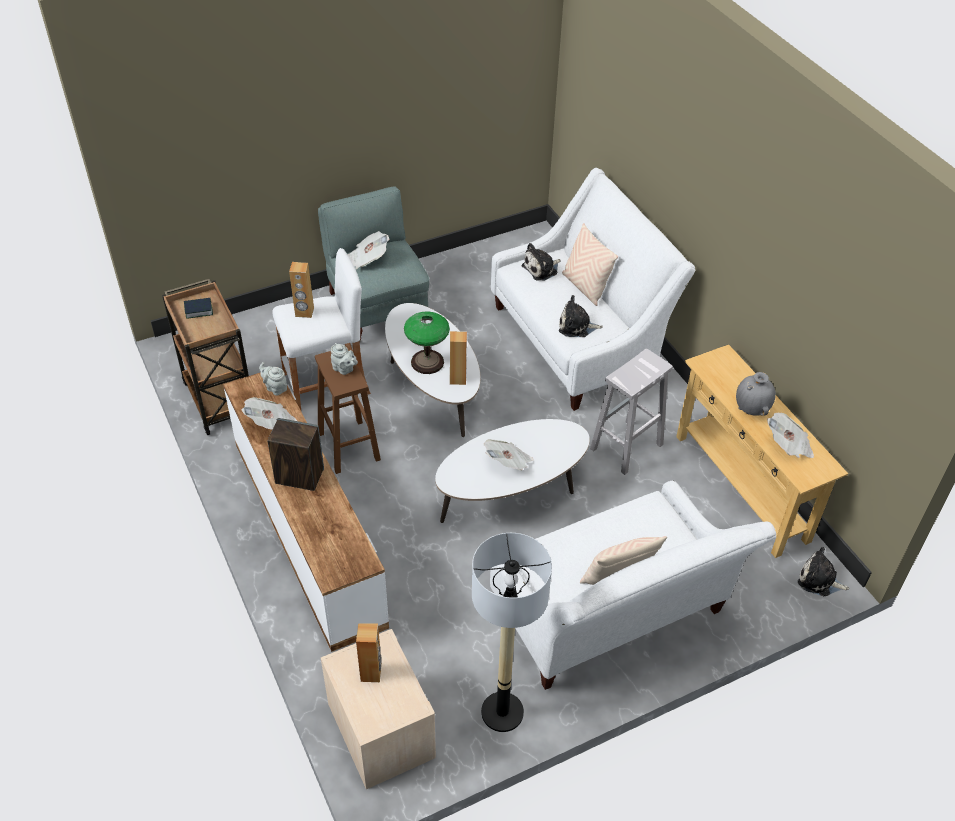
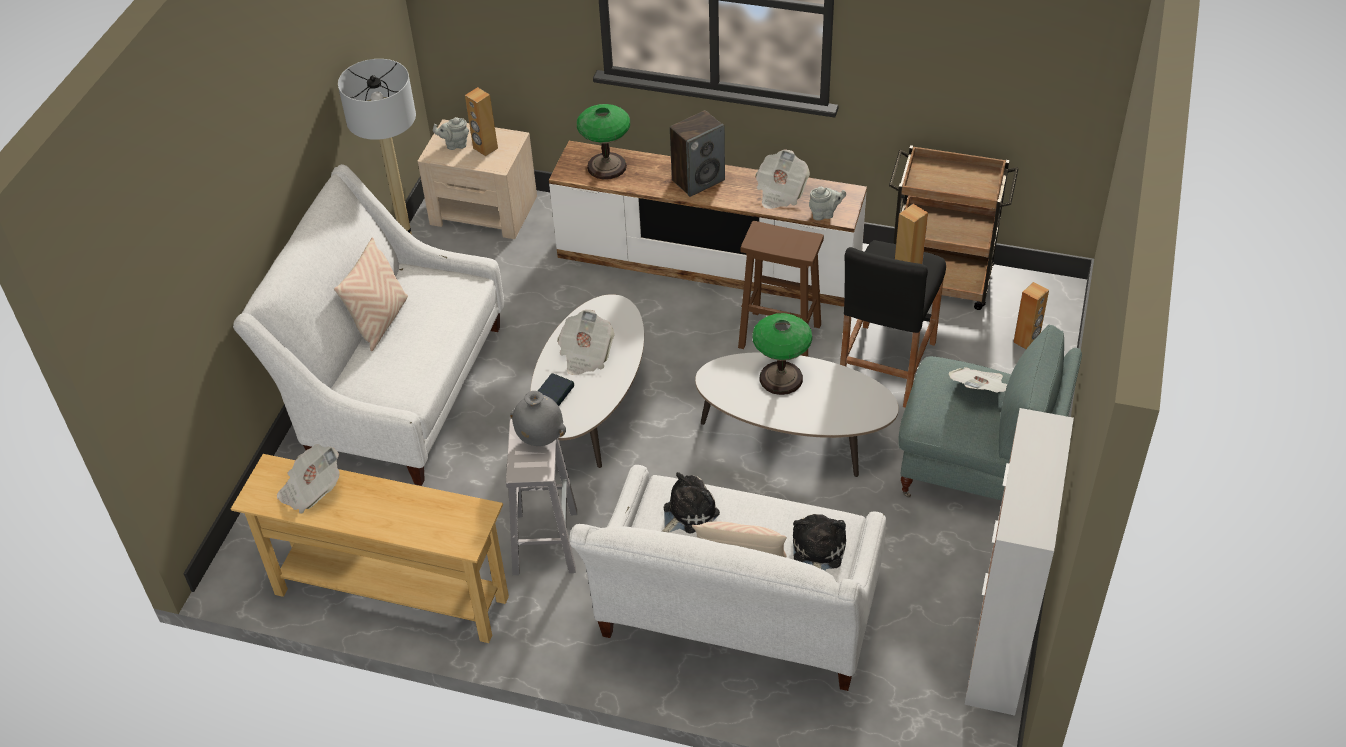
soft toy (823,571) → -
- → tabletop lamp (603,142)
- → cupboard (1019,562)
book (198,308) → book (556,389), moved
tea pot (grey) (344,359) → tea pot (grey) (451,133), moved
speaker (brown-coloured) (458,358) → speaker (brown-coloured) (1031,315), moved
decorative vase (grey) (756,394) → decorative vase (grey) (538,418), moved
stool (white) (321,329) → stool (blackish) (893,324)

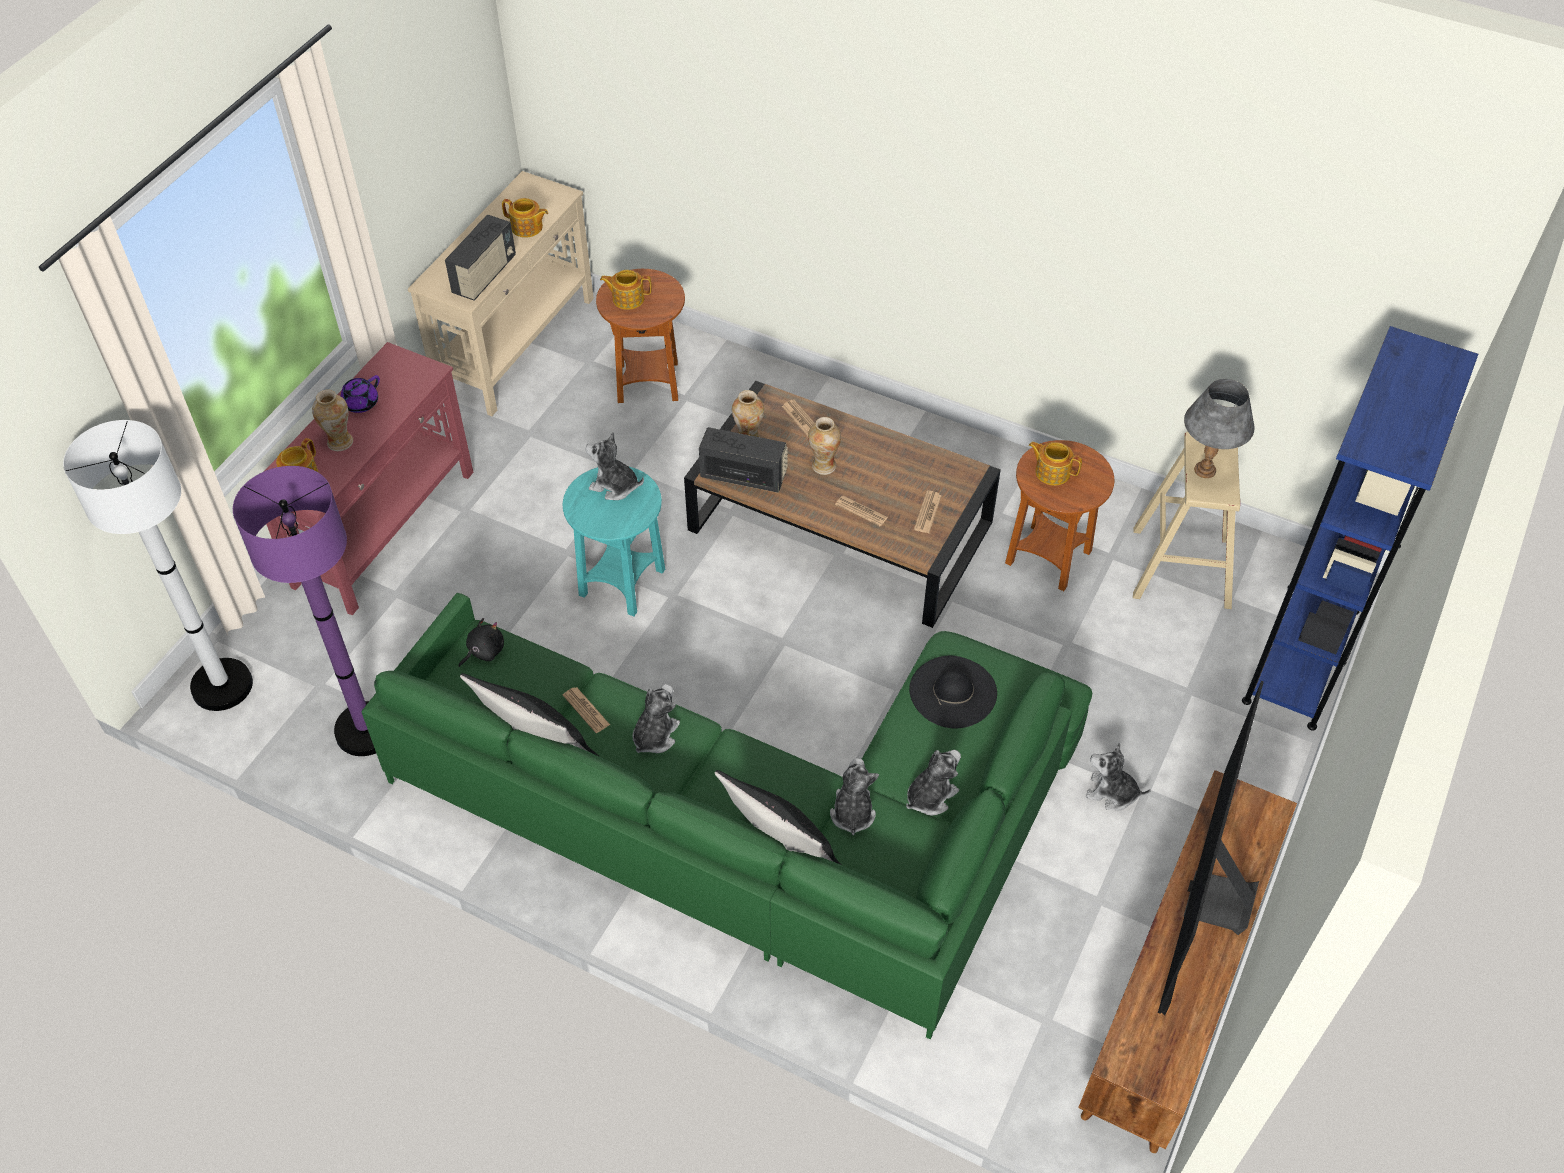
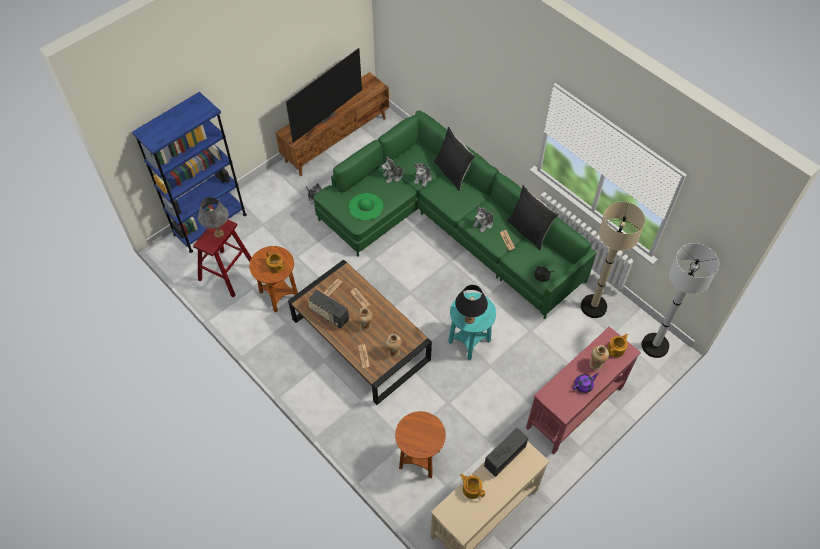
tea pot (626,290) → -
radio set (743,460) → radio set (328,309), moved
soft toy (615,466) → tabletop lamp (blackish) (471,304)
standing lamp (purplish) (304,611) → standing lamp (sand-coloured) (613,260)
clothing hat (blackish) (953,692) → clothing hat (green-coloured) (366,206)
stool (sand-coloured) (1186,520) → stool (red-coloured) (222,258)

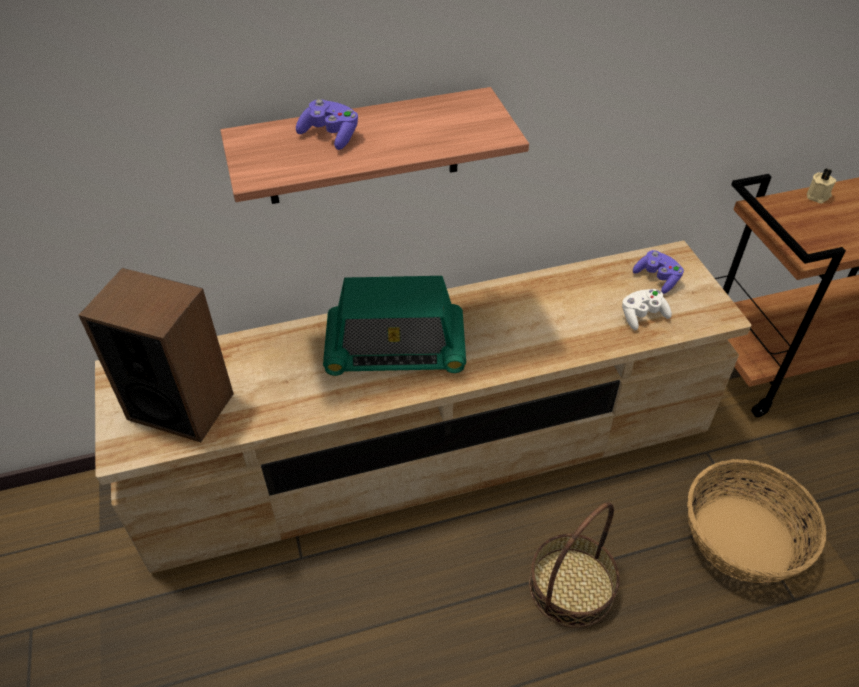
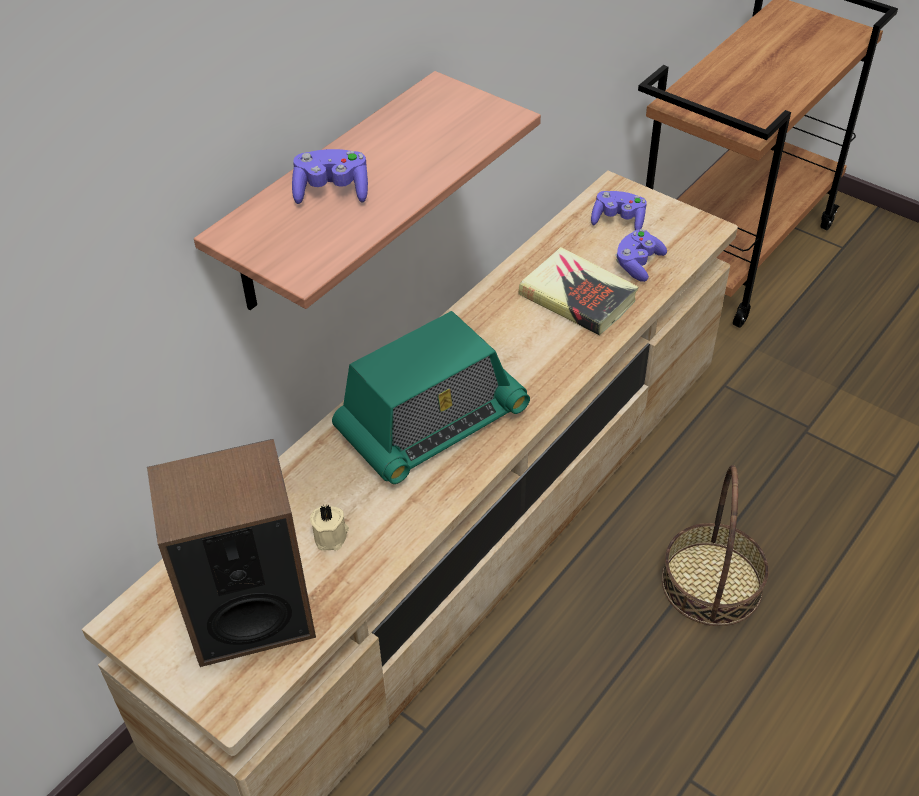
basket (756,521) → -
- → book (578,291)
candle (sand-coloured) (821,186) → candle (sand-coloured) (329,528), moved
joypad (white) (647,309) → joypad (purplish) (641,255)

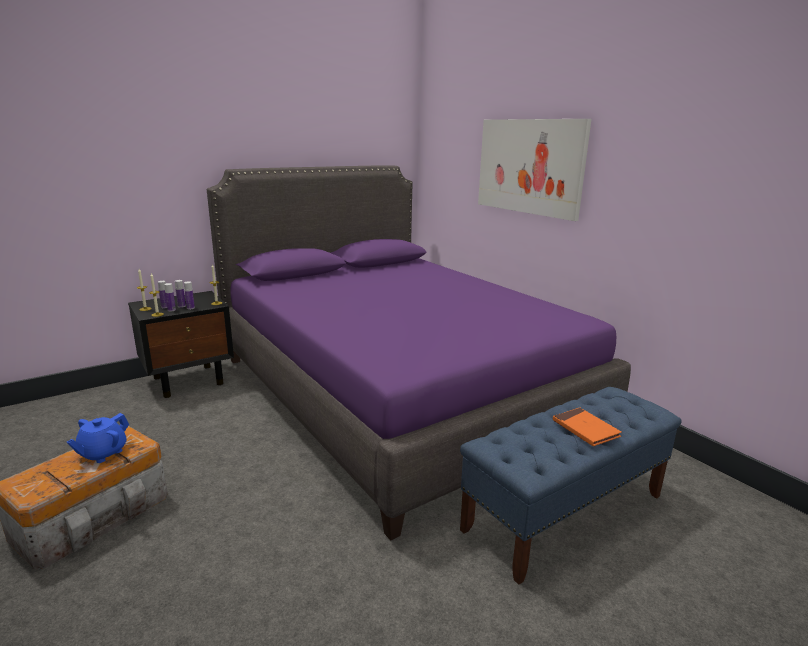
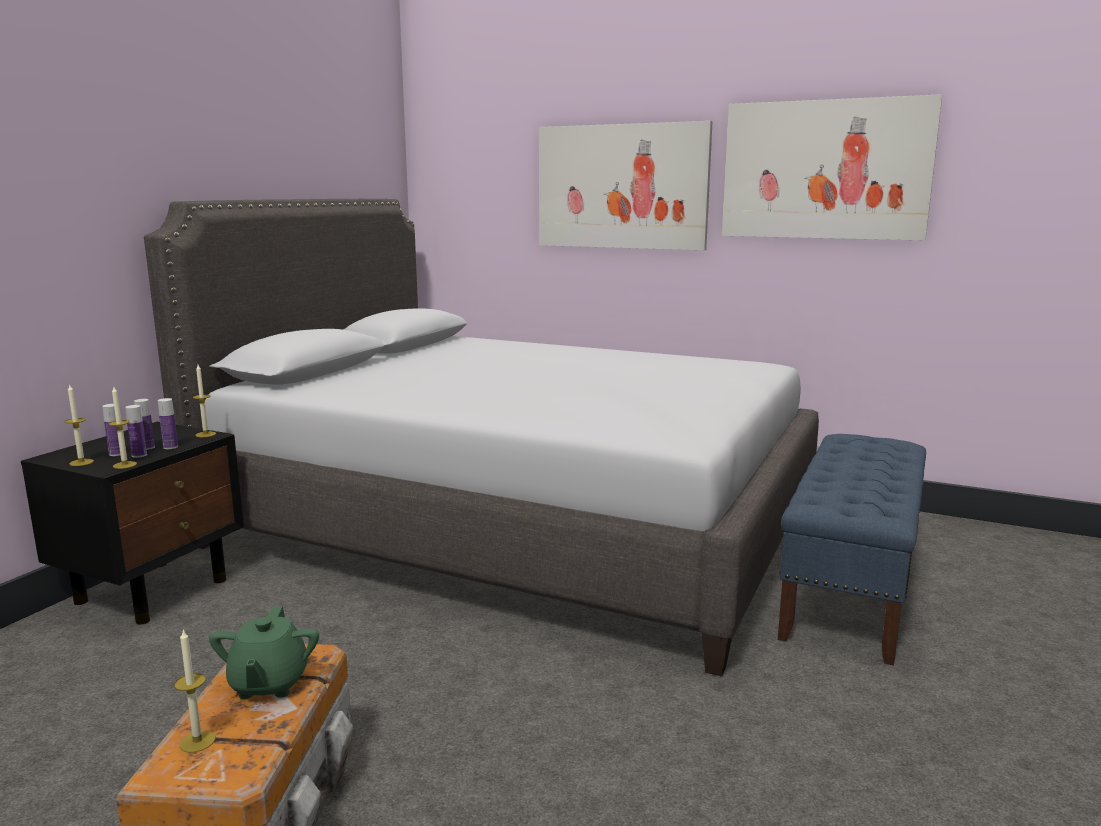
book (orangey) (587,427) → -
- → candle (194,691)
- → wall art (832,167)
tea pot (blue) (98,438) → tea pot (green-coloured) (264,652)
bedroom bed (purplish) (419,353) → bedroom bed (grey) (481,437)

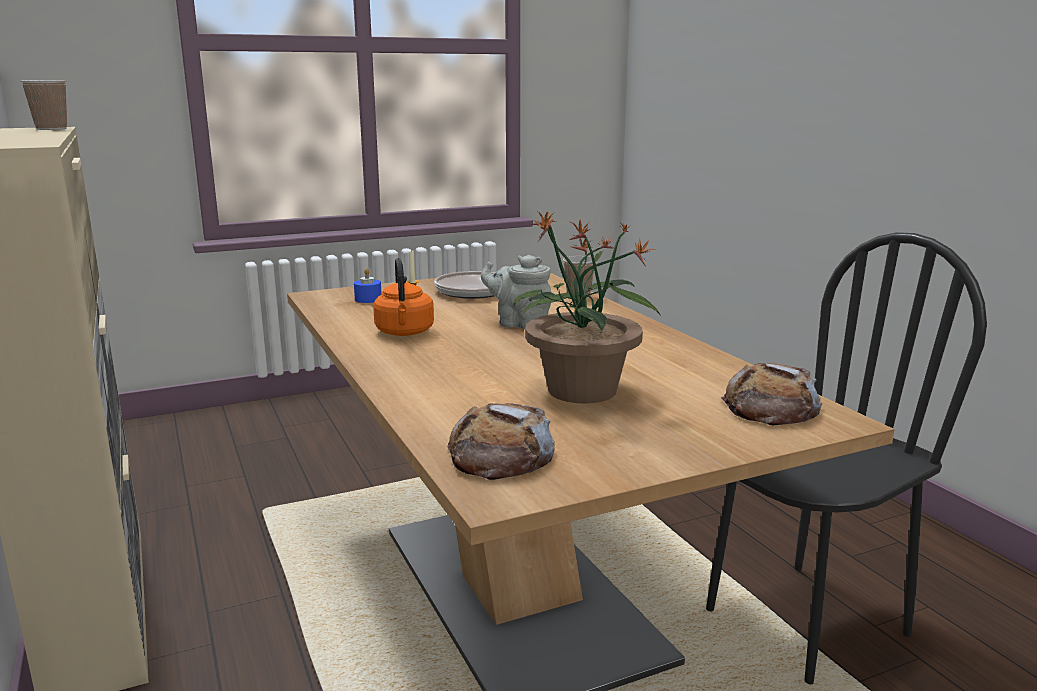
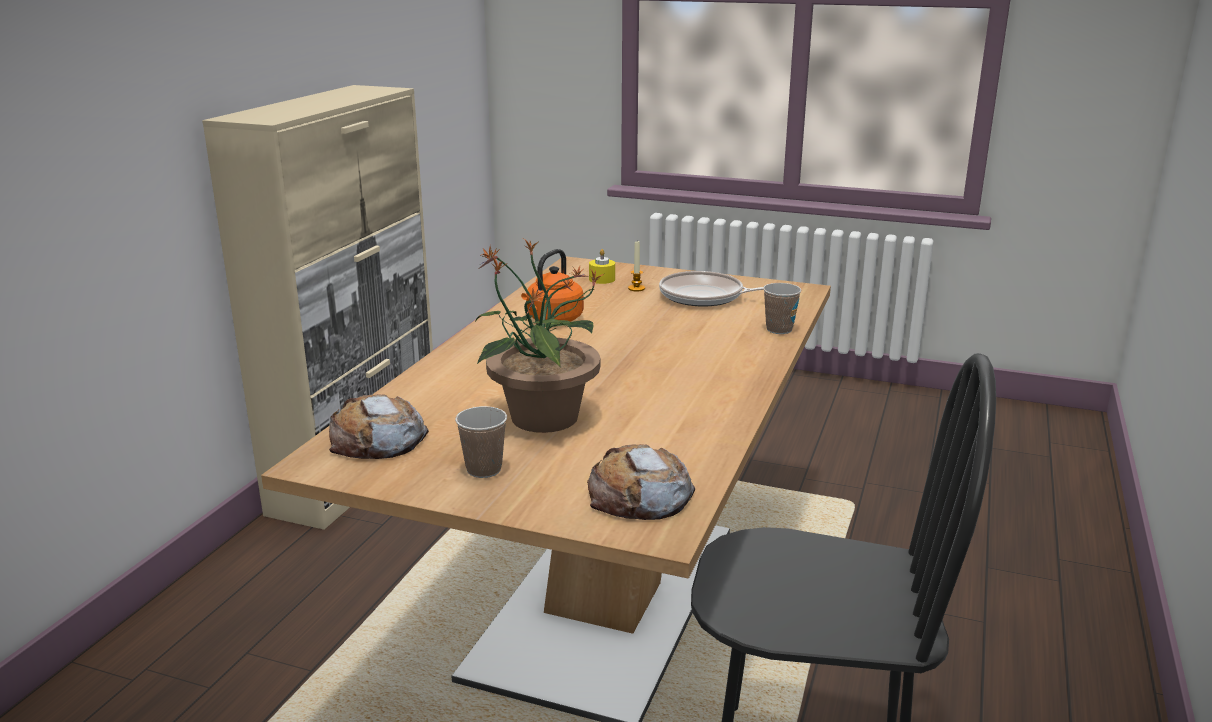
tea pot (grey) (516,292) → -
small cup (43,105) → small cup (481,442), moved
candle (blue) (368,285) → candle (yellowish) (602,266)

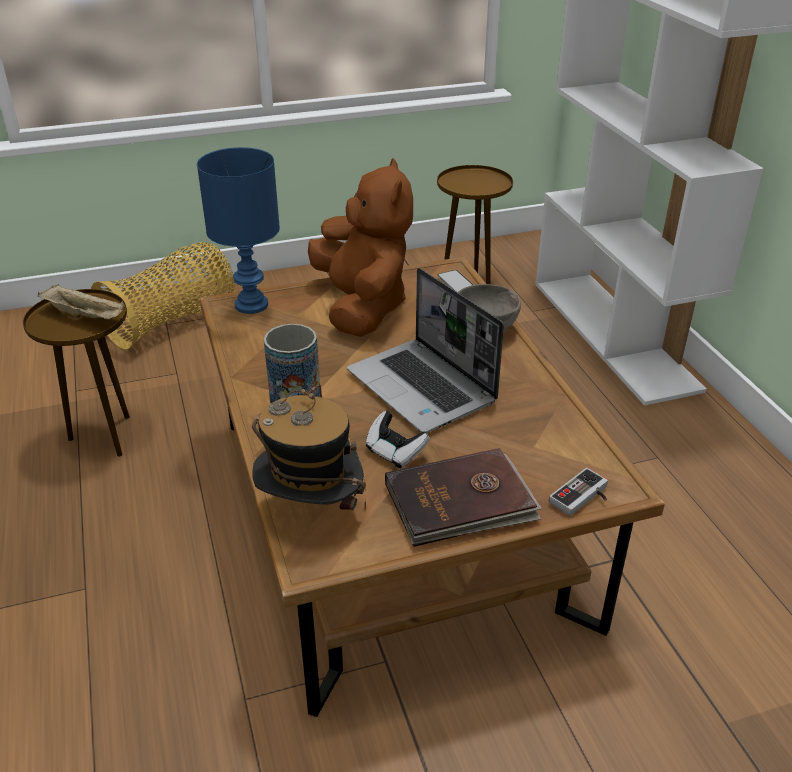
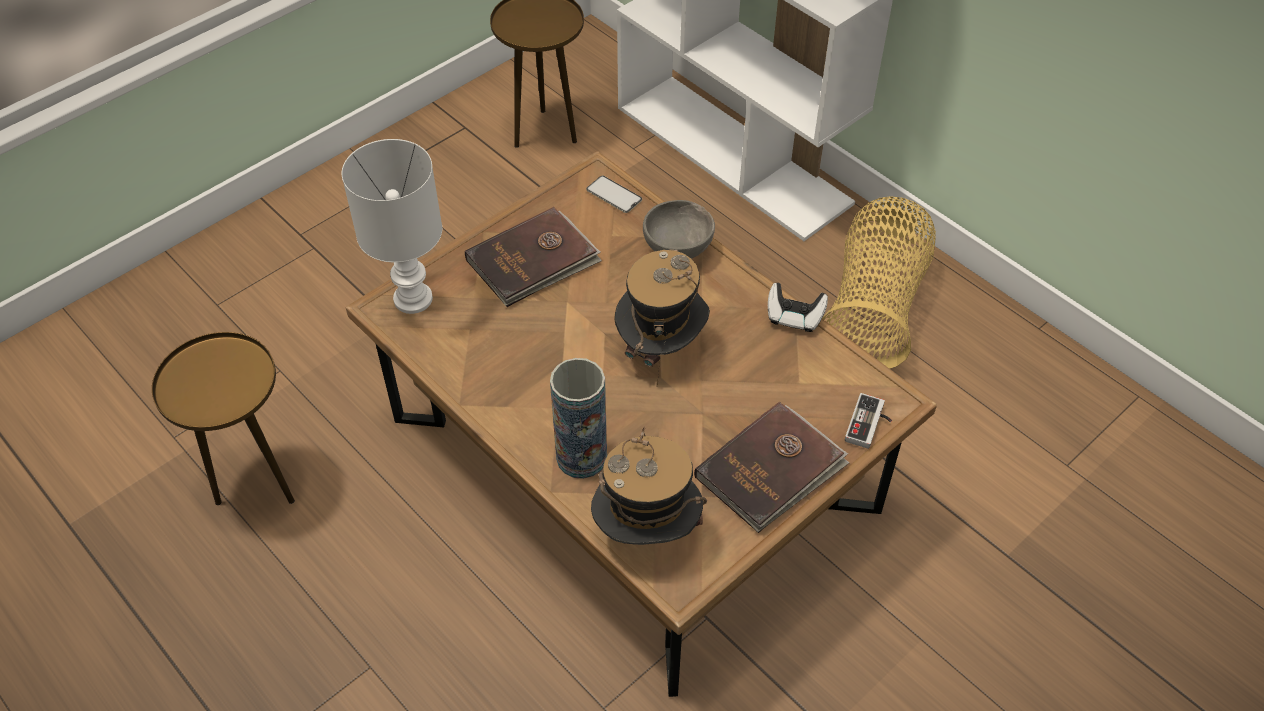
tray (sand-coloured) (81,301) → -
basket (163,295) → basket (879,282), moved
joypad (398,439) → joypad (798,307), moved
soft toy (brown-coloured) (360,247) → book (brown-coloured) (533,257)
laptop (425,350) → clothing hat (662,317)
tabletop lamp (blue) (238,230) → tabletop lamp (white) (392,226)

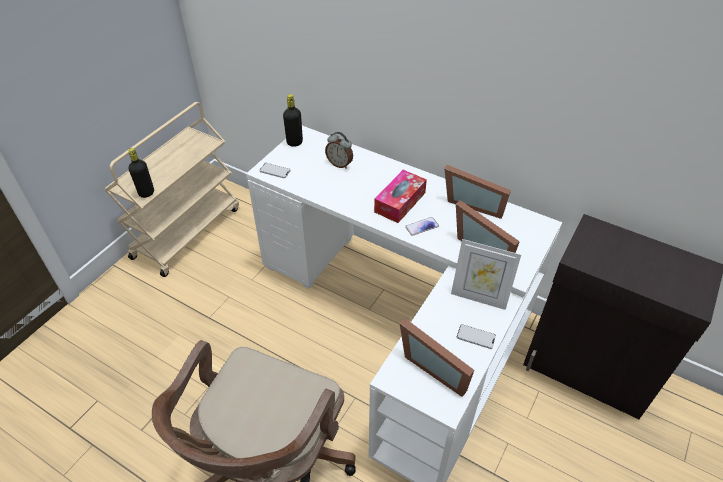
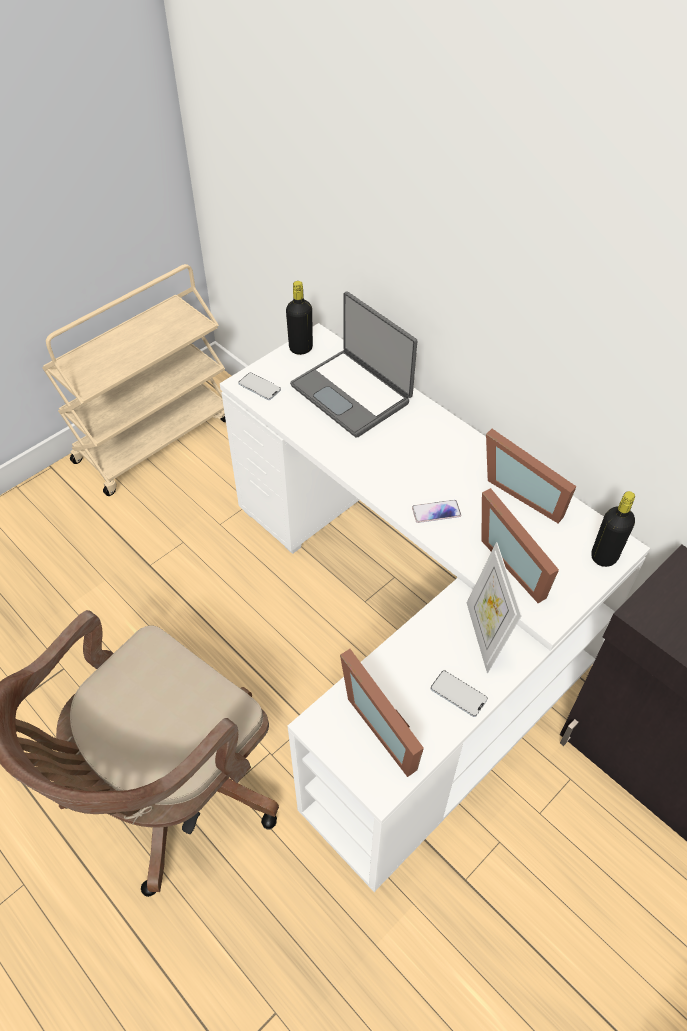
tissue holder (400,196) → -
drink bottle (blackish) (141,173) → drink bottle (blackish) (613,529), moved
table clock (339,150) → laptop (353,364)
photo frame (486,274) → photo frame (494,607), 45 degrees clockwise

